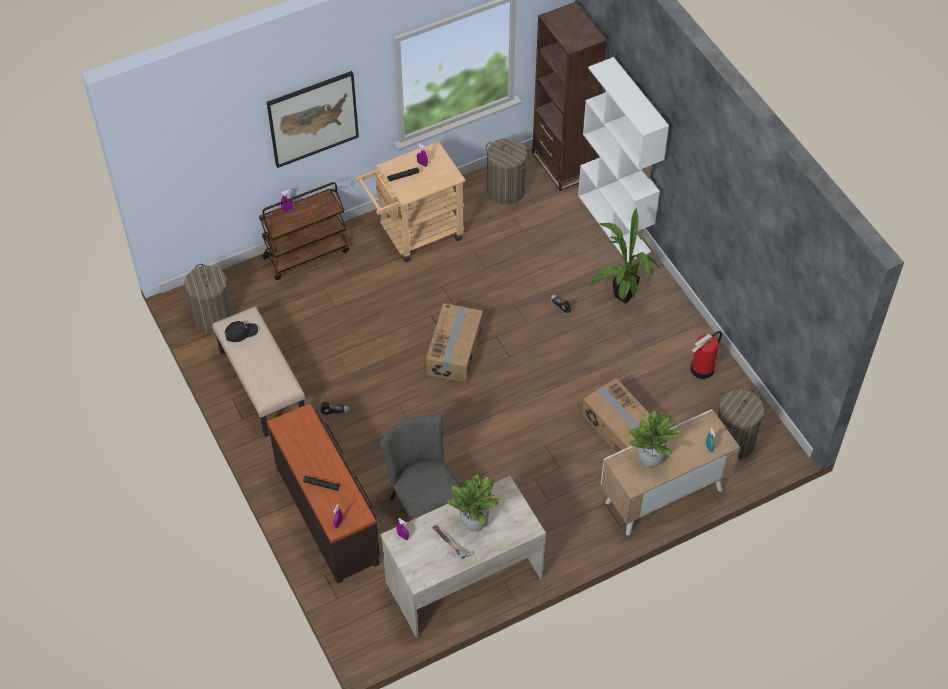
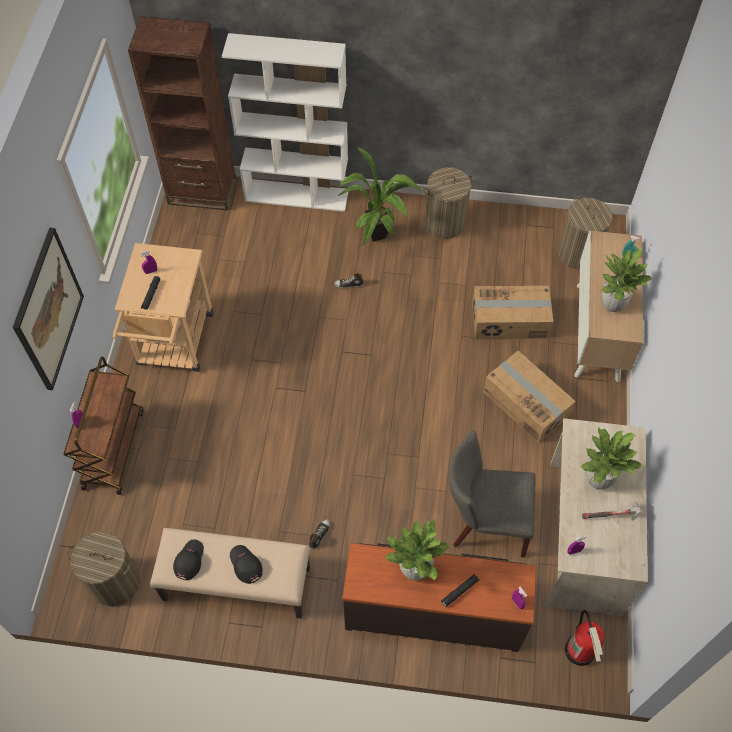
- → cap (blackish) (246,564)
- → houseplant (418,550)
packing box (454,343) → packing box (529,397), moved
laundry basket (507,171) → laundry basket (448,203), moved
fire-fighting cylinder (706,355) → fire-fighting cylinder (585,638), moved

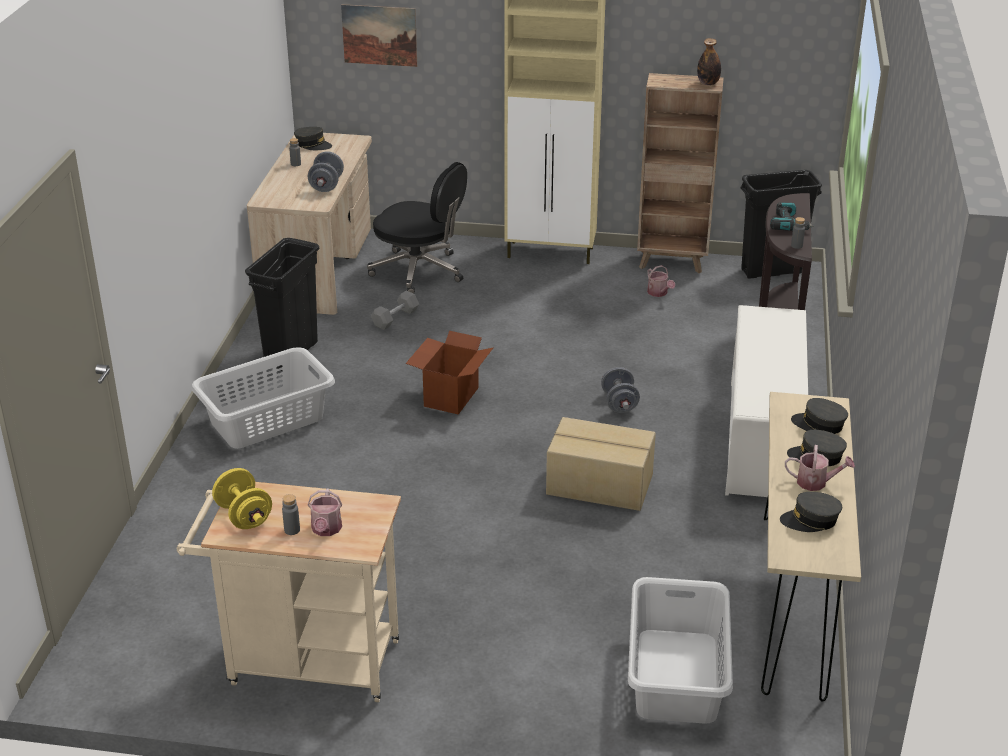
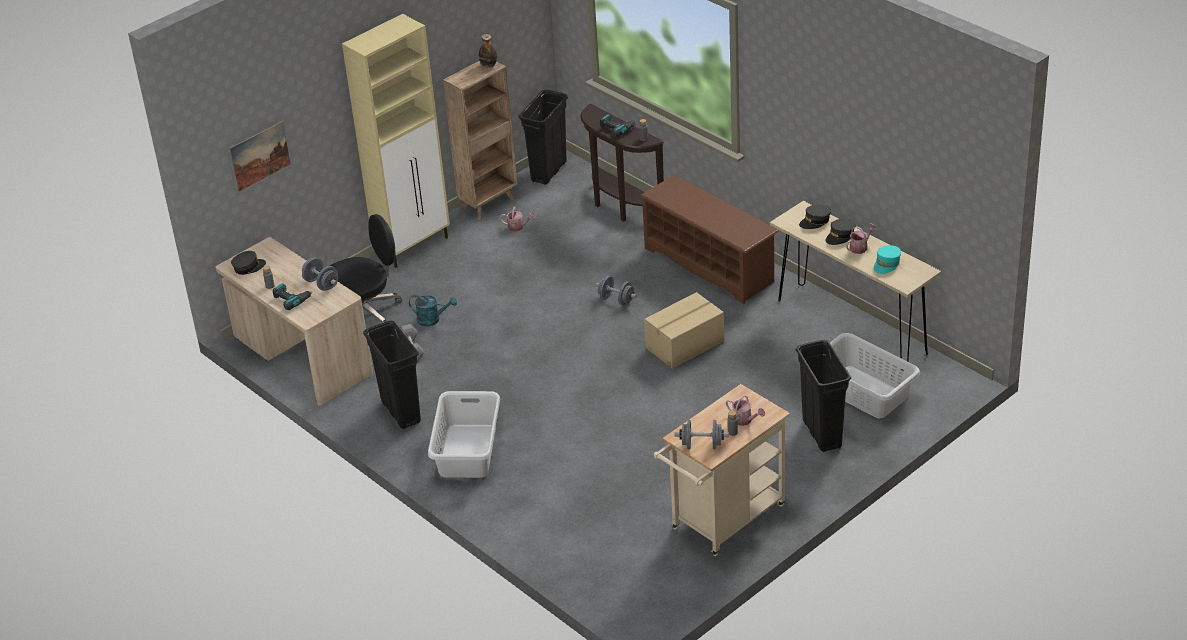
packing box (450,373) → -
- → power drill (292,296)
- → sprinkling can (blue-green) (433,310)
- → rubbish bin (blackish) (823,396)
dumbbell (yellowish) (242,498) → dumbbell (grey) (702,434)
shoe stand (white) (766,401) → shoe stand (brown-coloured) (709,239)
cap (grey) (811,512) → cap (blue-green) (887,259)

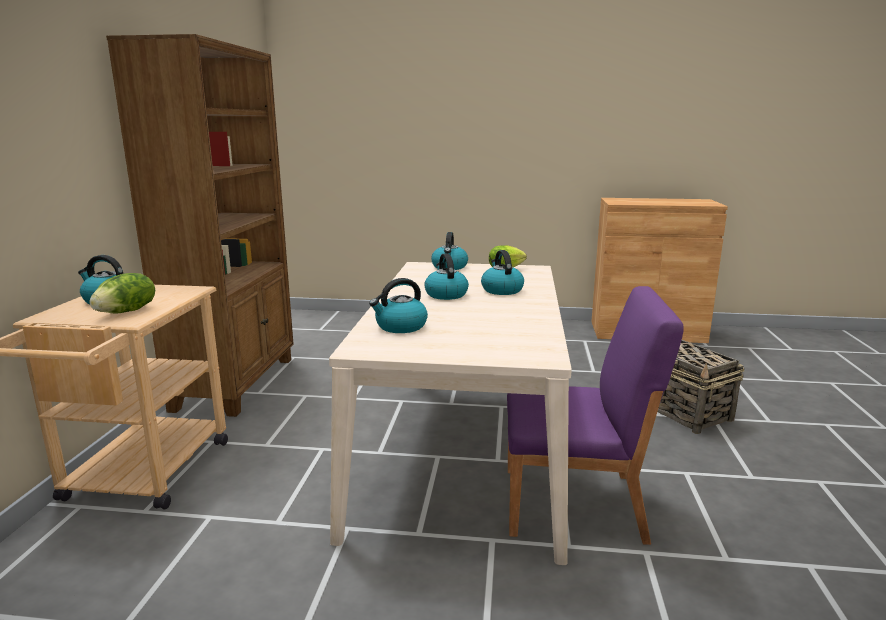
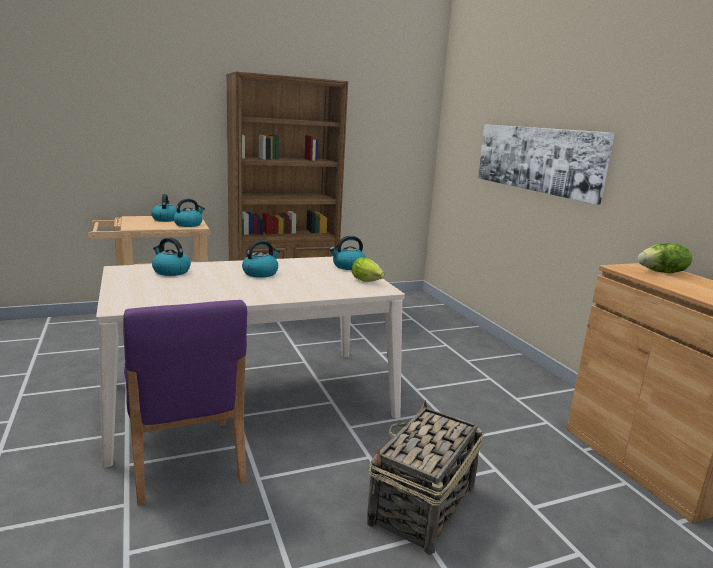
- → wall art (546,164)
head of lettuce (122,293) → head of lettuce (665,258), moved
tea kettle (502,272) → tea kettle (189,212), moved

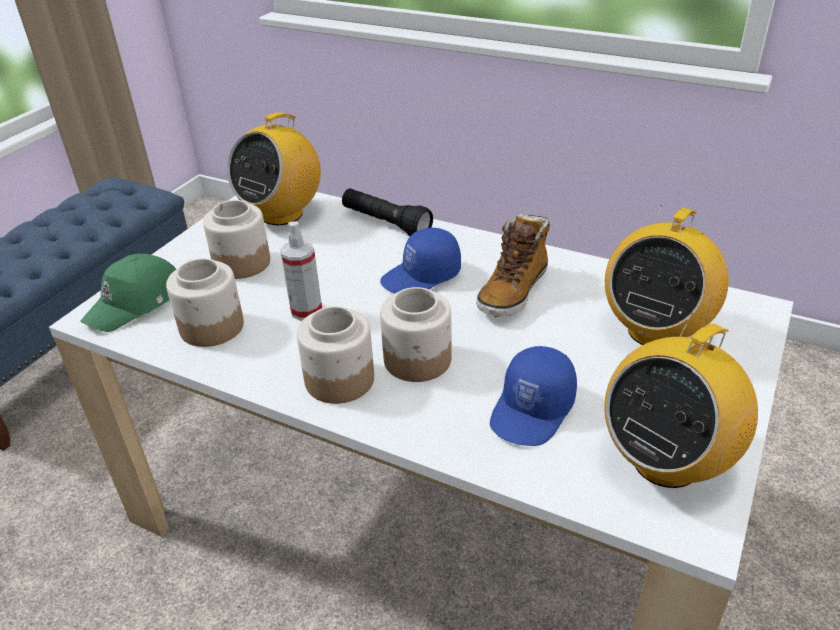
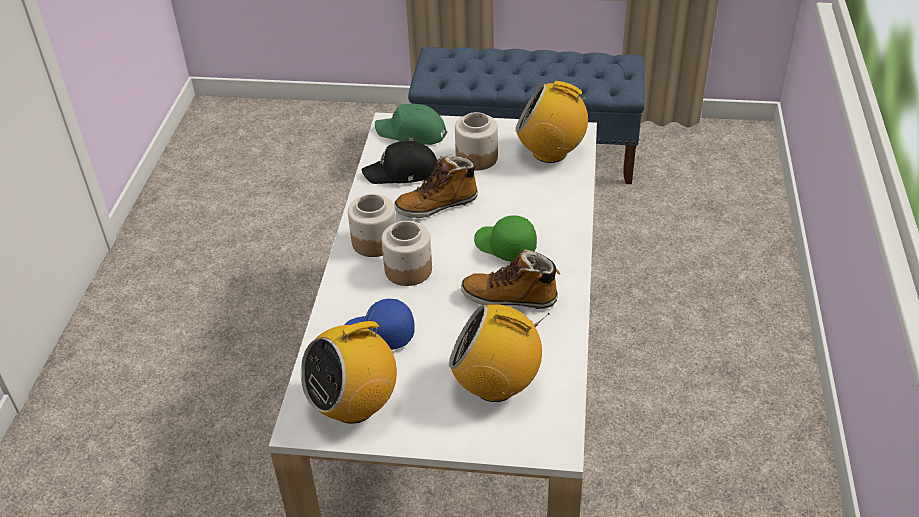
flashlight (blackish) (387,212) → -
preserve jar (205,302) → cap (blackish) (399,162)
spray bottle (301,271) → boot (436,186)
cap (blue) (420,261) → cap (green-coloured) (505,238)
radio set (681,400) → radio set (349,366), 60 degrees counterclockwise

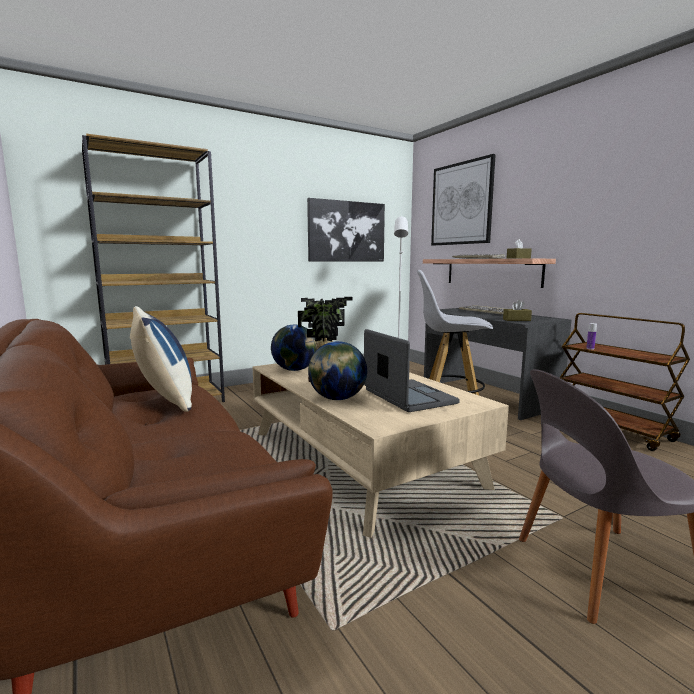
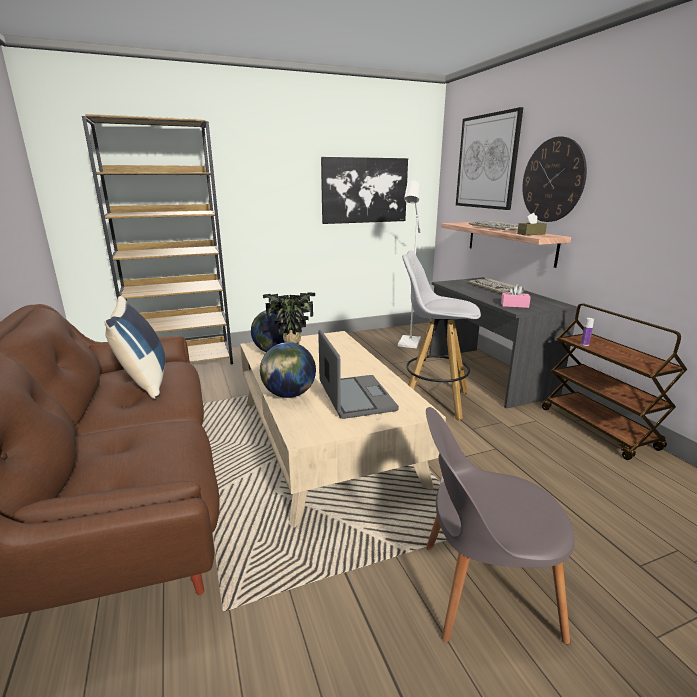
- → hanging clock (554,179)
tissue holder (brown-coloured) (517,310) → tissue holder (pink-coloured) (516,296)

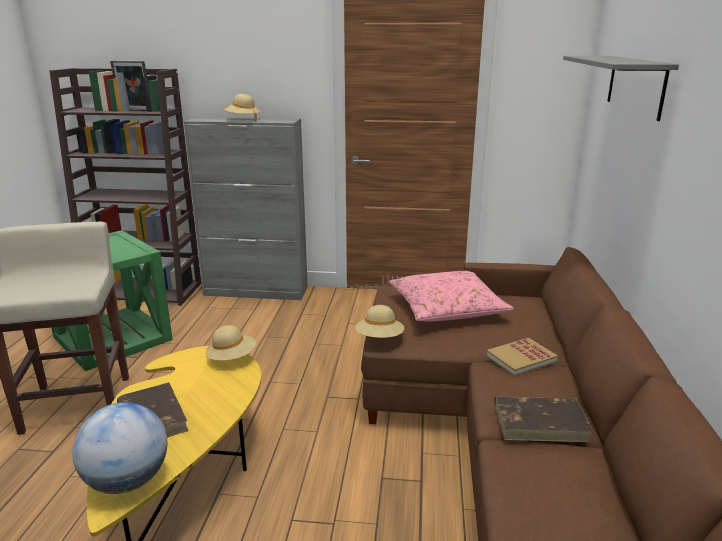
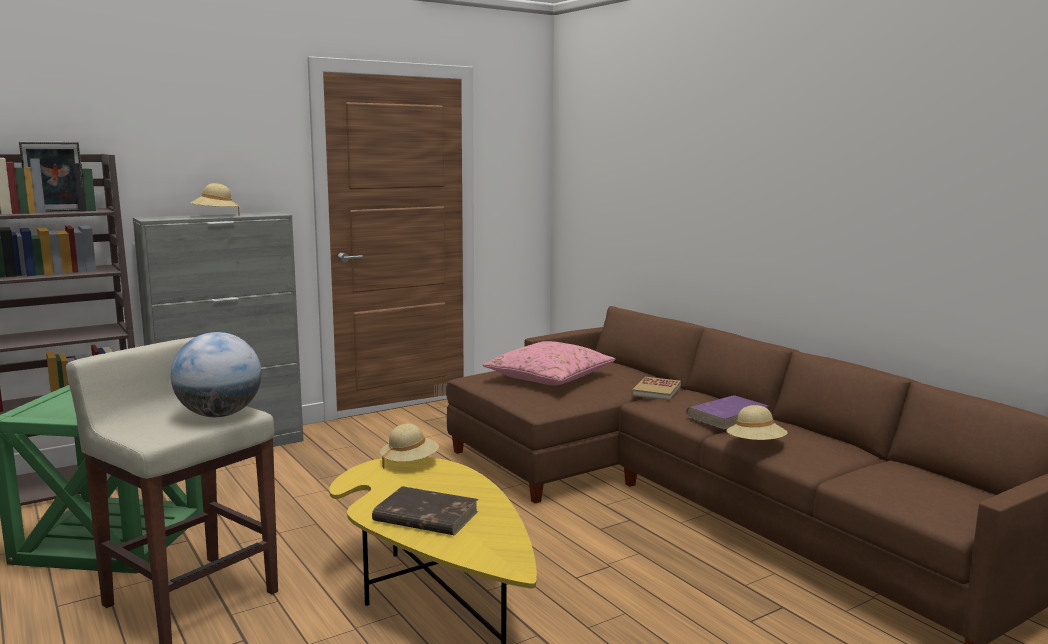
bracket shelf (grey) (621,88) → -
desk globe (119,448) → desk globe (216,374), moved
clothing hat (sand-coloured) (379,321) → clothing hat (sand-coloured) (757,422), moved
book (brown-coloured) (544,419) → book (purplish) (727,412)

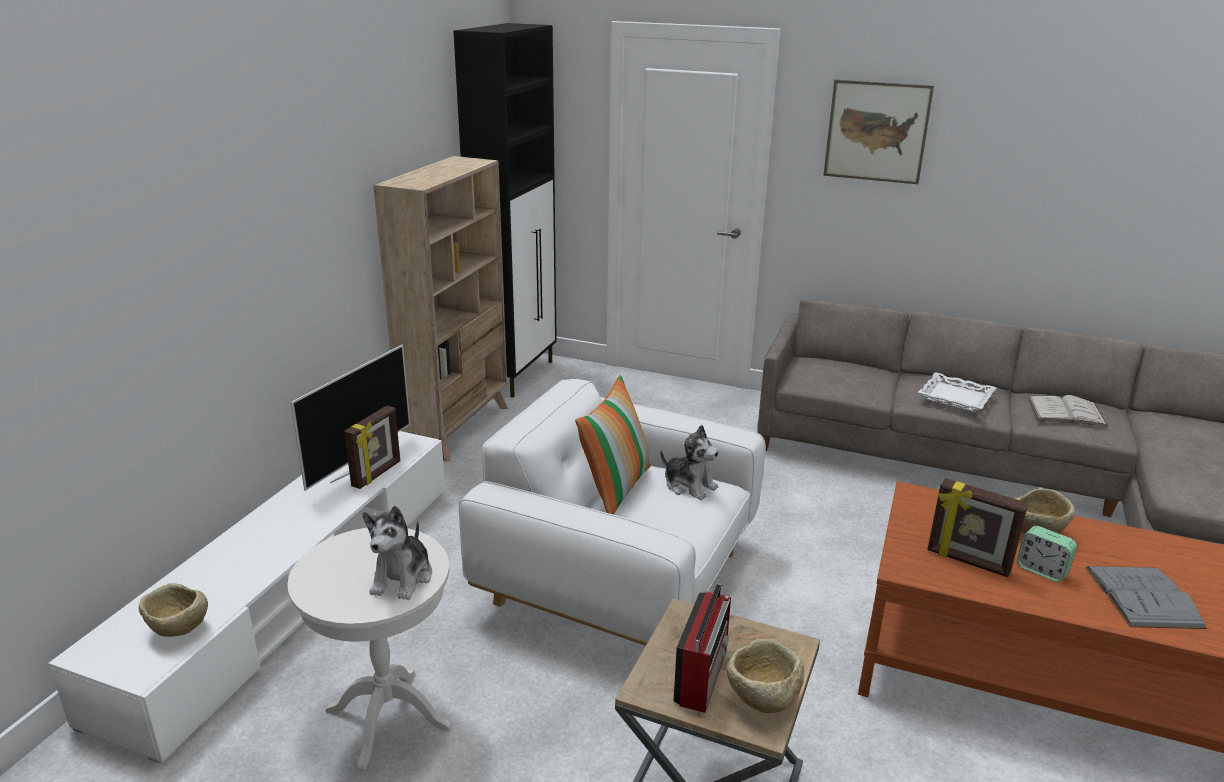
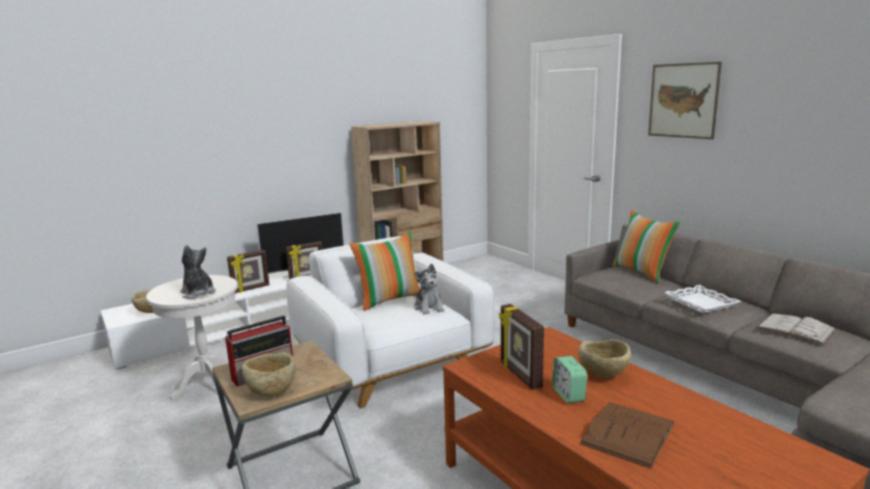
cupboard (blackish) (505,210) → -
- → photo frame (248,271)
- → pillow (647,246)
book (grey) (1146,597) → book (brown-coloured) (627,435)
soft toy (397,553) → soft toy (198,272), 90 degrees clockwise

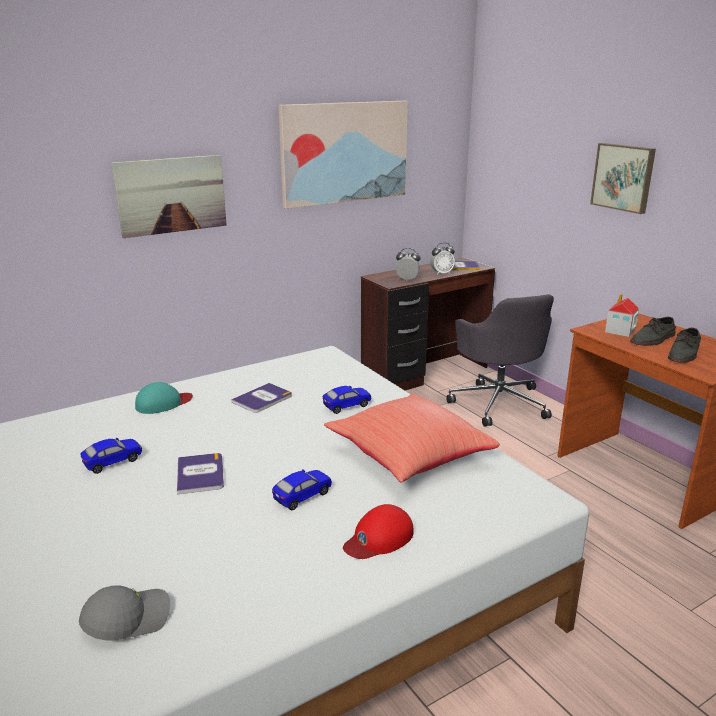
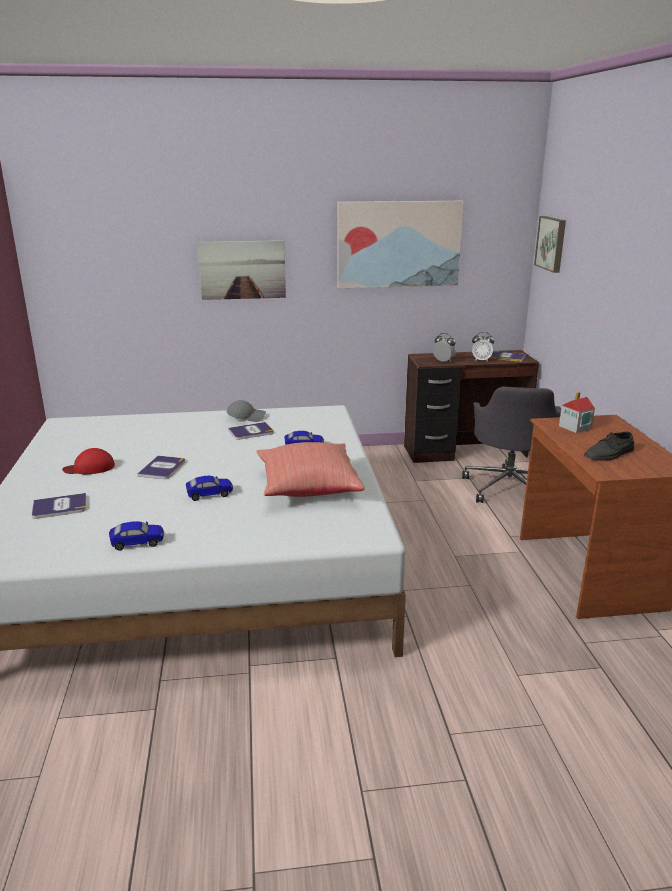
cap (blue-green) (164,398) → -
item of footwear (grey) (653,331) → -
- → book (59,506)
cap (grey) (124,613) → cap (grey) (246,411), moved
model car (111,456) → model car (136,536), moved
cap (red-coloured) (378,531) → cap (red-coloured) (88,461), moved
wall art (623,178) → wall art (550,244), moved

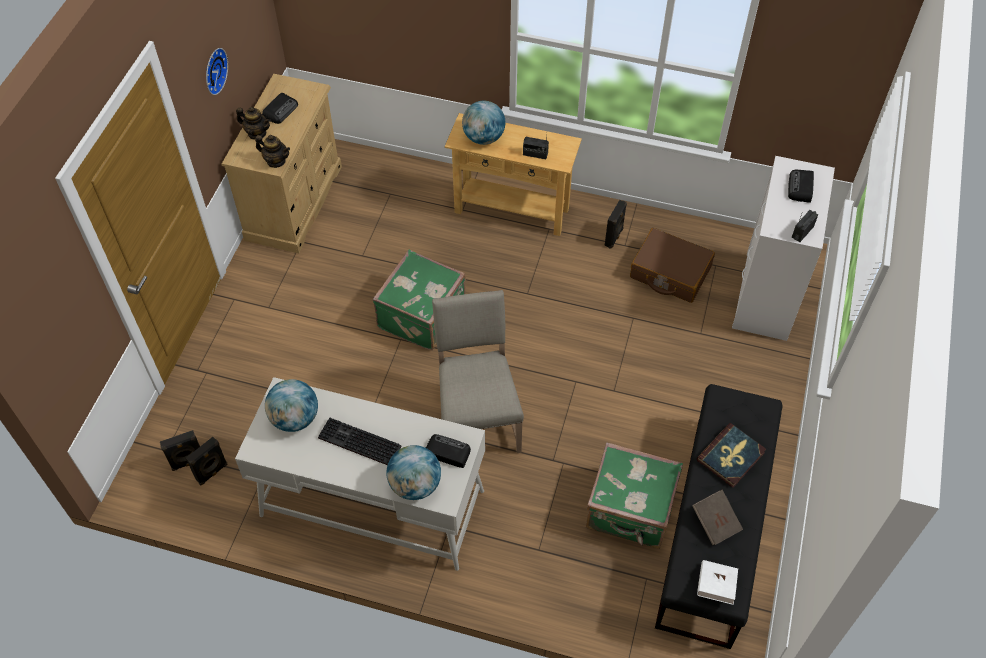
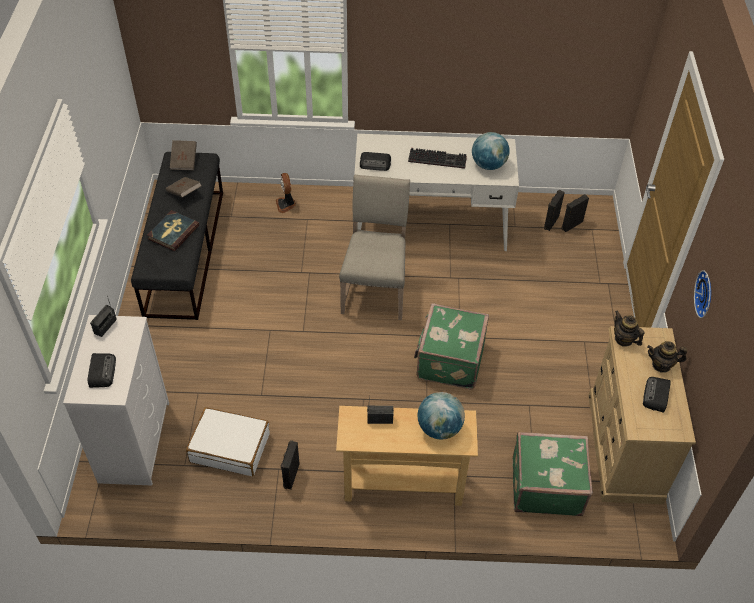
desk globe (413,472) → -
- → cooling fan (286,193)
travel case (green-coloured) (634,495) → travel case (green-coloured) (552,474), moved
travel case (brown-coloured) (672,265) → travel case (white) (228,441)
book (white) (717,582) → book (brown-coloured) (183,155)
tea pot (272,151) → tea pot (629,328), 45 degrees clockwise
chair (sand-coloured) (478,371) → chair (sand-coloured) (374,247), 150 degrees counterclockwise

